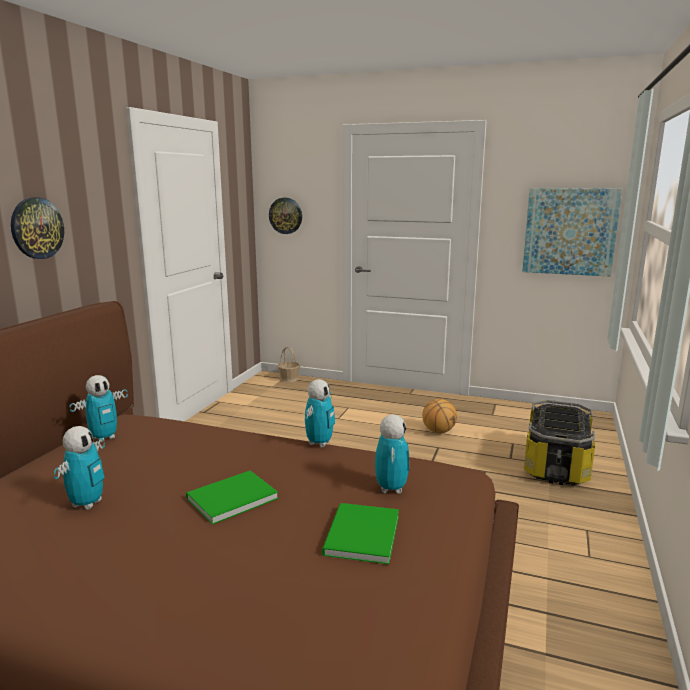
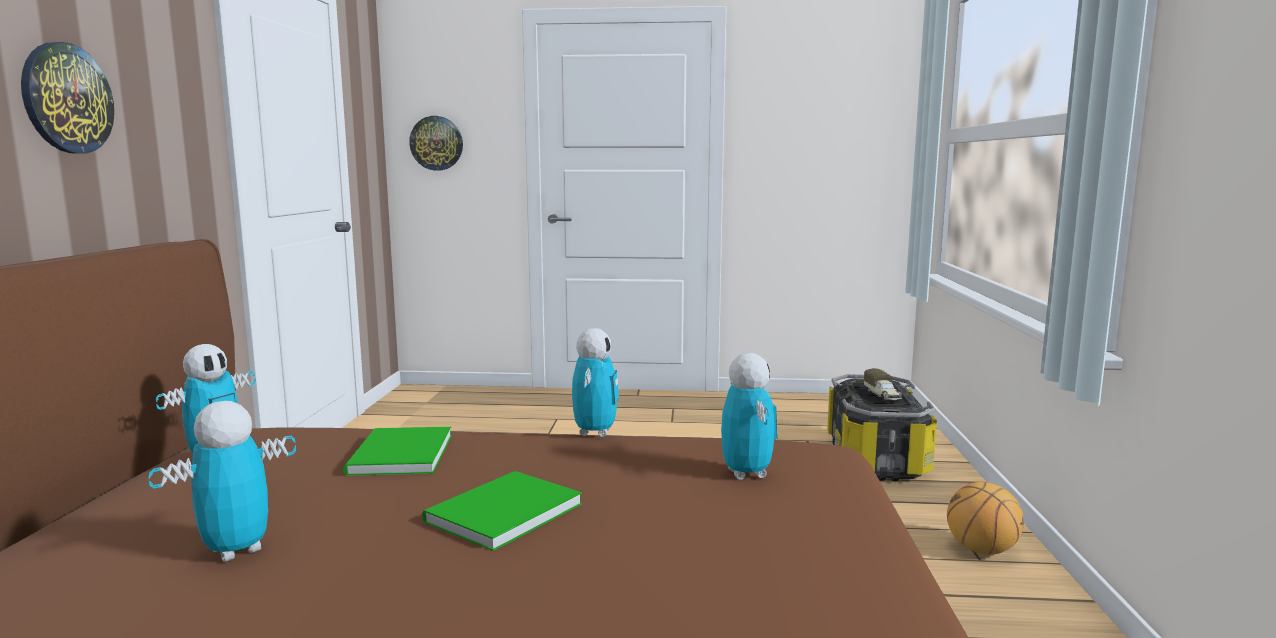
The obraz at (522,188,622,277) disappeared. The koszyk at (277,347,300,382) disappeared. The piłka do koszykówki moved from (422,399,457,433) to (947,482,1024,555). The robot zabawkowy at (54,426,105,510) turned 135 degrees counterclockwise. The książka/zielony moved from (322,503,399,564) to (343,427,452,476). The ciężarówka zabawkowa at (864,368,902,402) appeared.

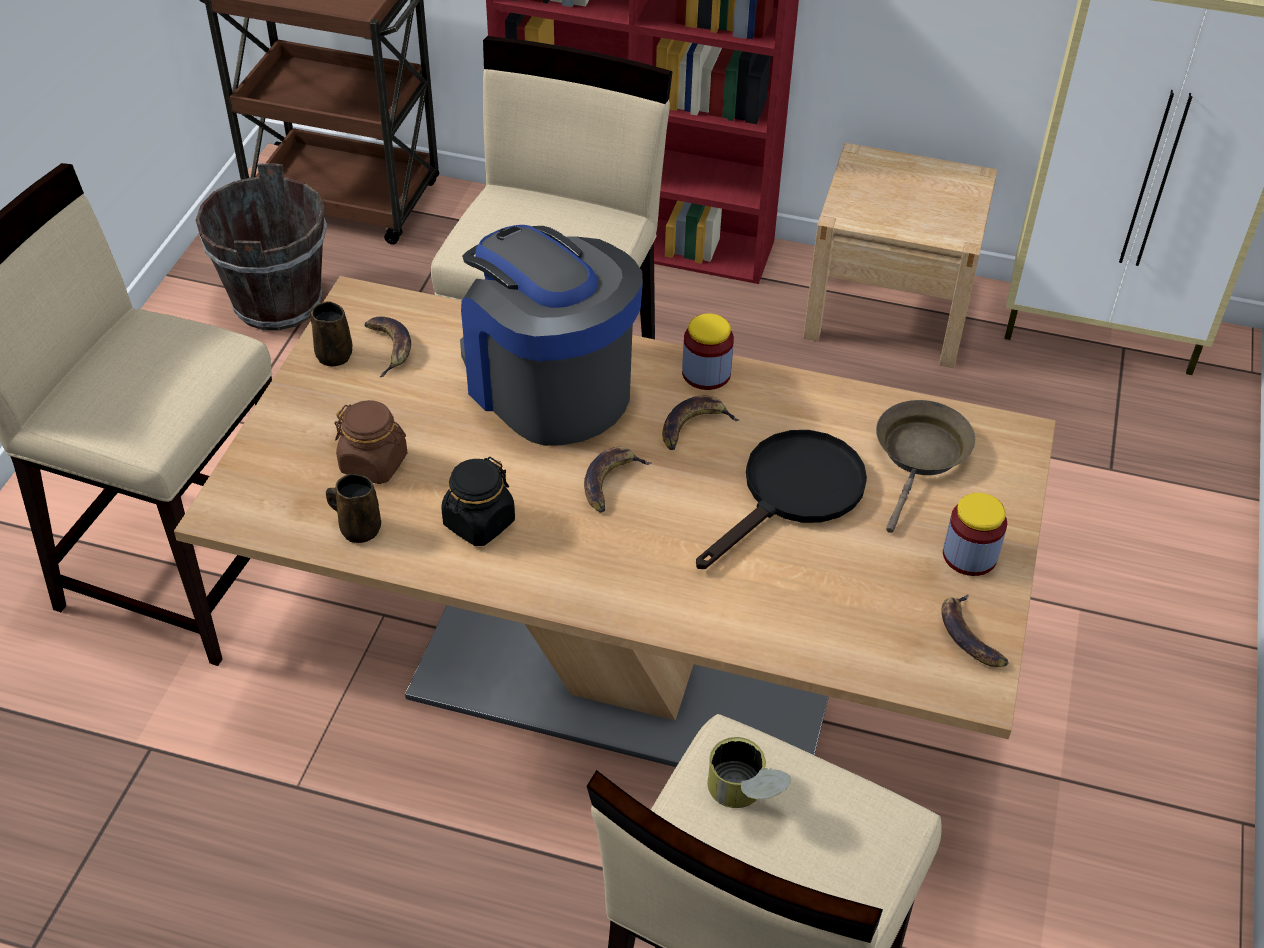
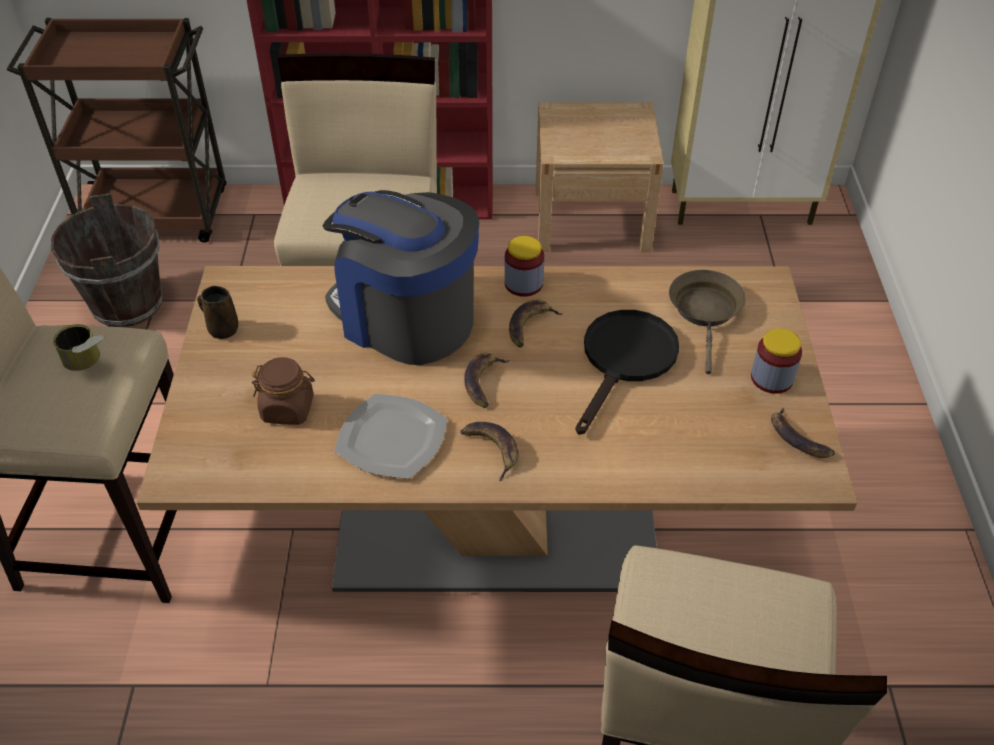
The banan moved from (364,317,411,377) to (460,422,519,481). The słoik/czarny at (441,457,515,546) was replaced by the talerz at (334,394,448,479). The kubek/brązowy at (326,474,381,543) disappeared. The puszka moved from (707,737,791,808) to (53,324,105,371).

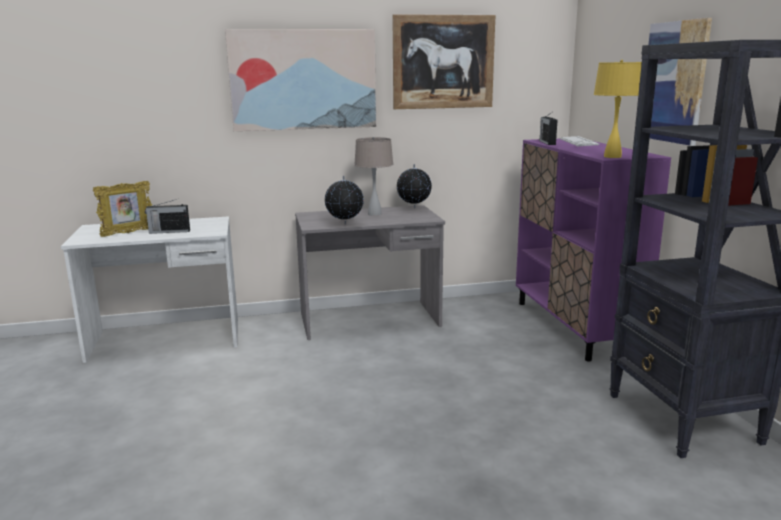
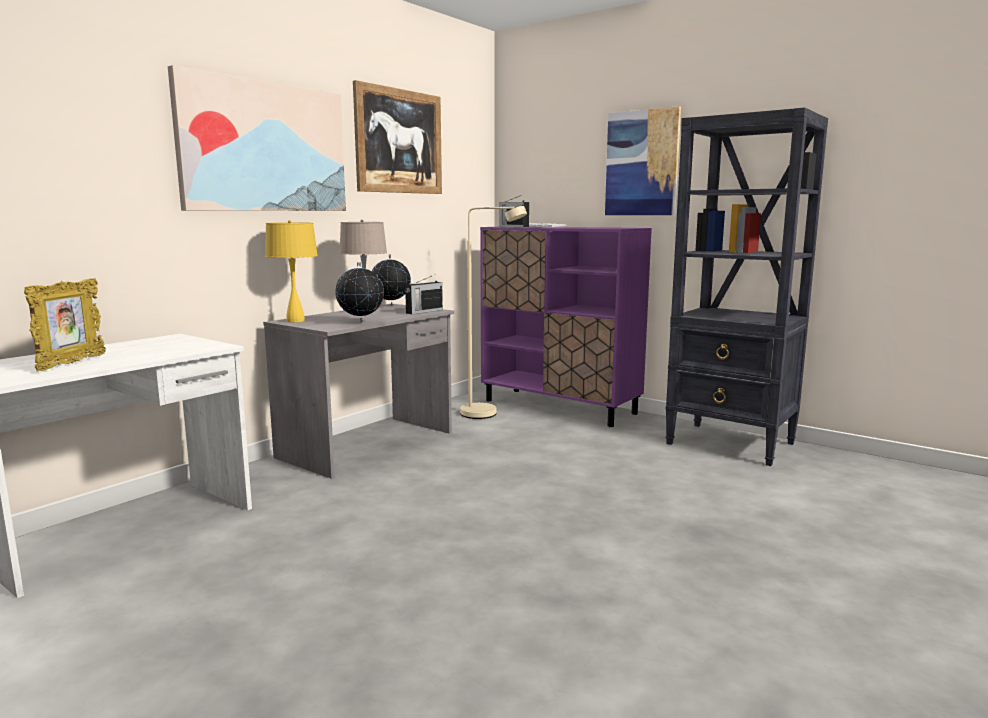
The lampa stołowa/żółty moved from (594,60,642,158) to (265,220,318,322). The radio moved from (145,199,190,234) to (405,276,443,314). The lampa stojąca/beżowy at (460,206,527,419) appeared.

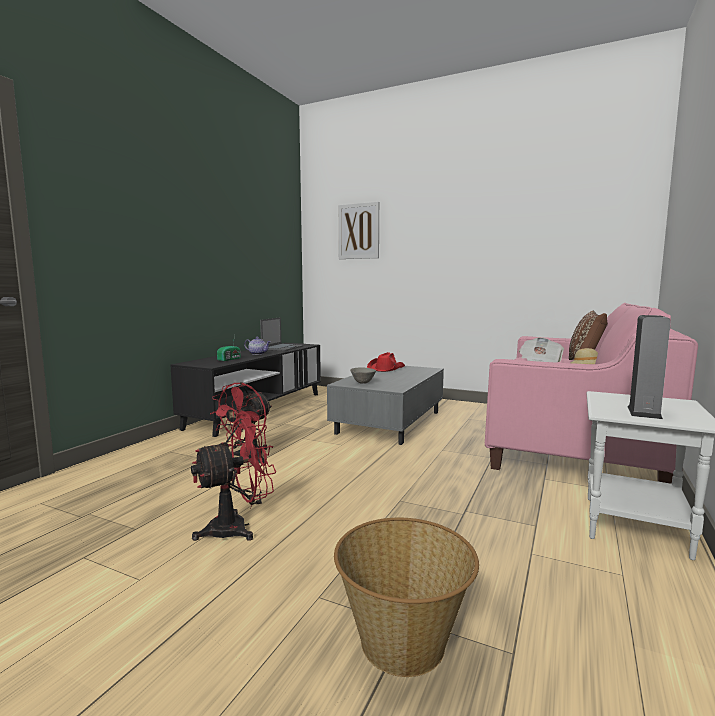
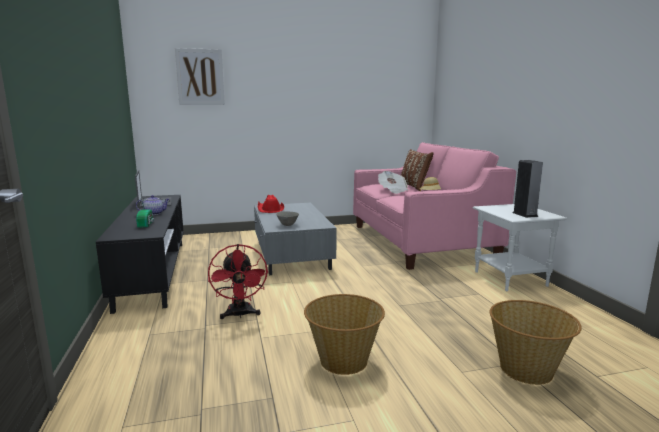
The wentylator/czerwony at (191,417,276,541) was replaced by the koszyk at (304,294,385,375).

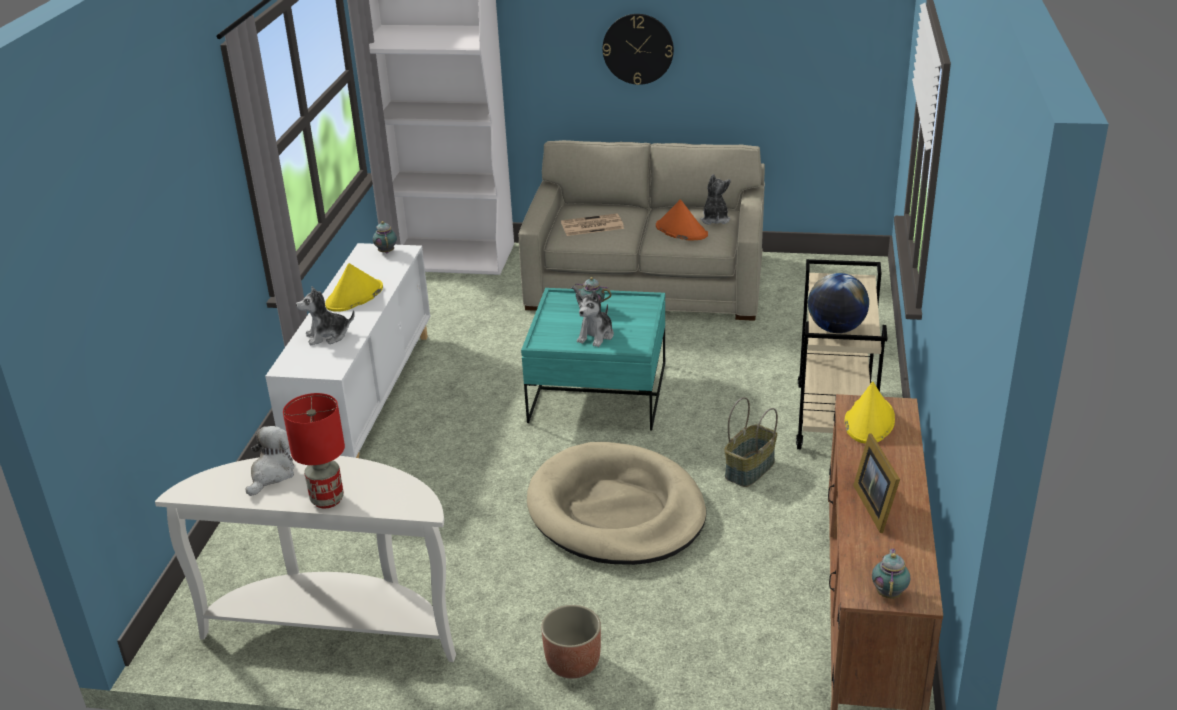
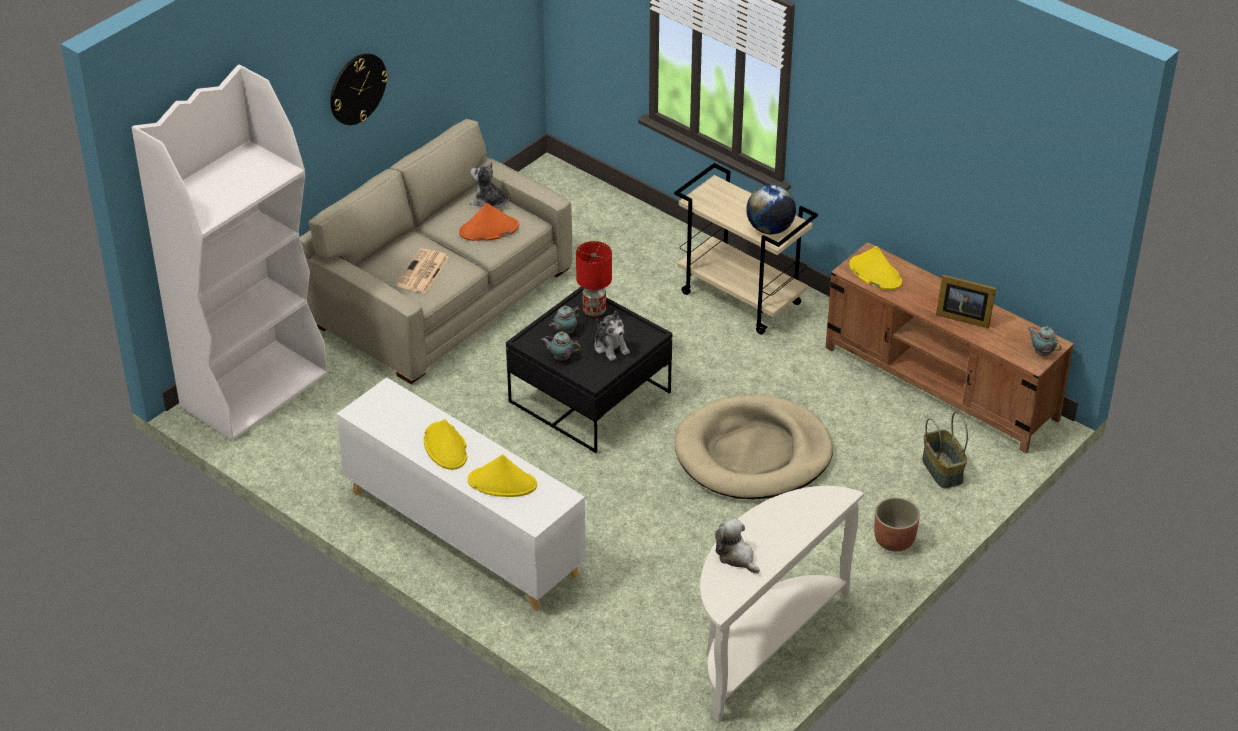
The imbryk moved from (373,221,397,253) to (541,332,581,361). The pluszak at (296,286,355,346) was replaced by the kapelusz/żółty at (468,454,537,497). The ława/turkusowy at (521,288,665,431) became the ława/czarny at (506,287,672,453). The lampa stołowa/czerwony moved from (283,393,345,508) to (576,241,612,317). The koszyk moved from (724,397,778,487) to (922,412,968,488).

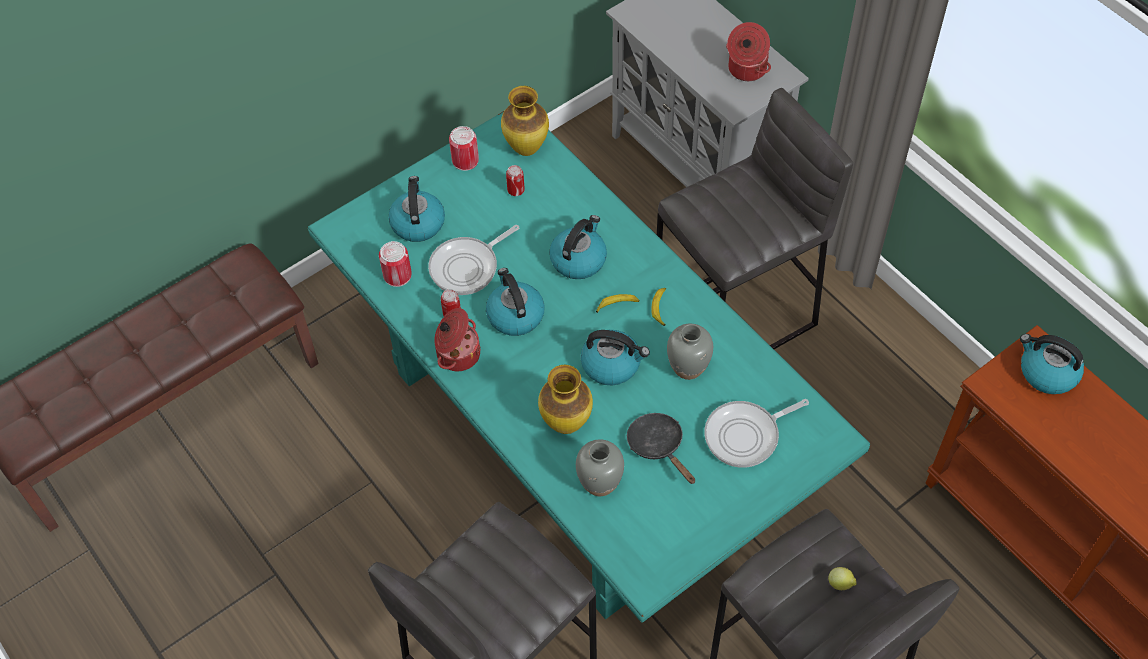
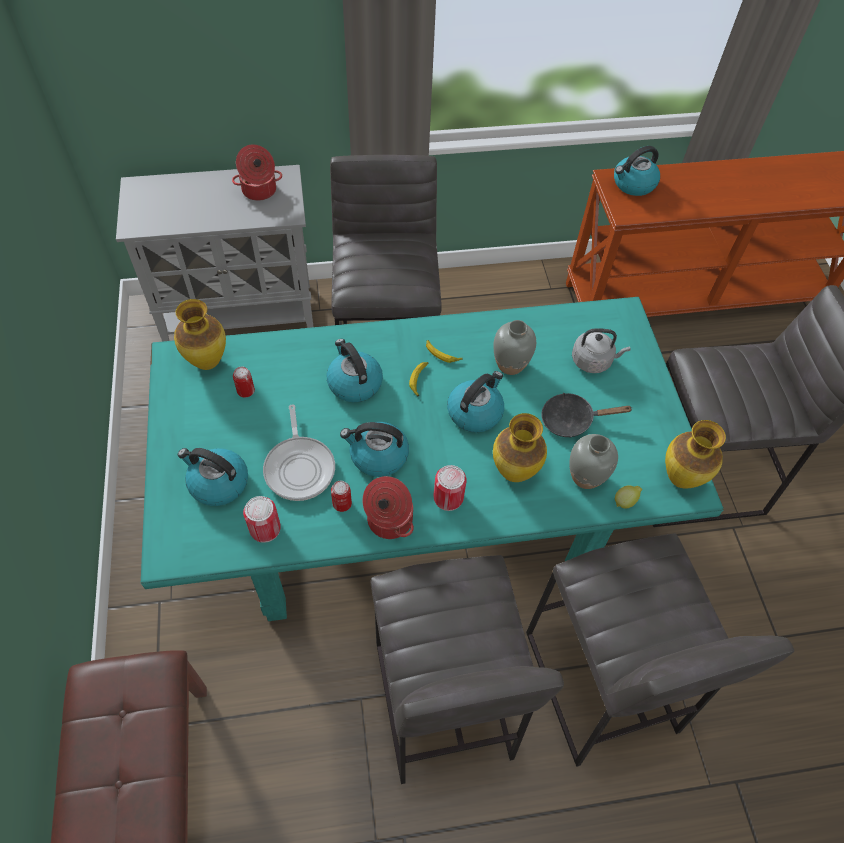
The puszka moved from (449,126,479,171) to (433,465,467,511). The patelnia at (704,399,809,468) was replaced by the czajnik/szary at (572,328,631,373). The cytryna moved from (828,567,857,590) to (615,485,642,508). The wazon at (665,420,726,489) appeared. The stołek/szary at (371,555,564,784) appeared.

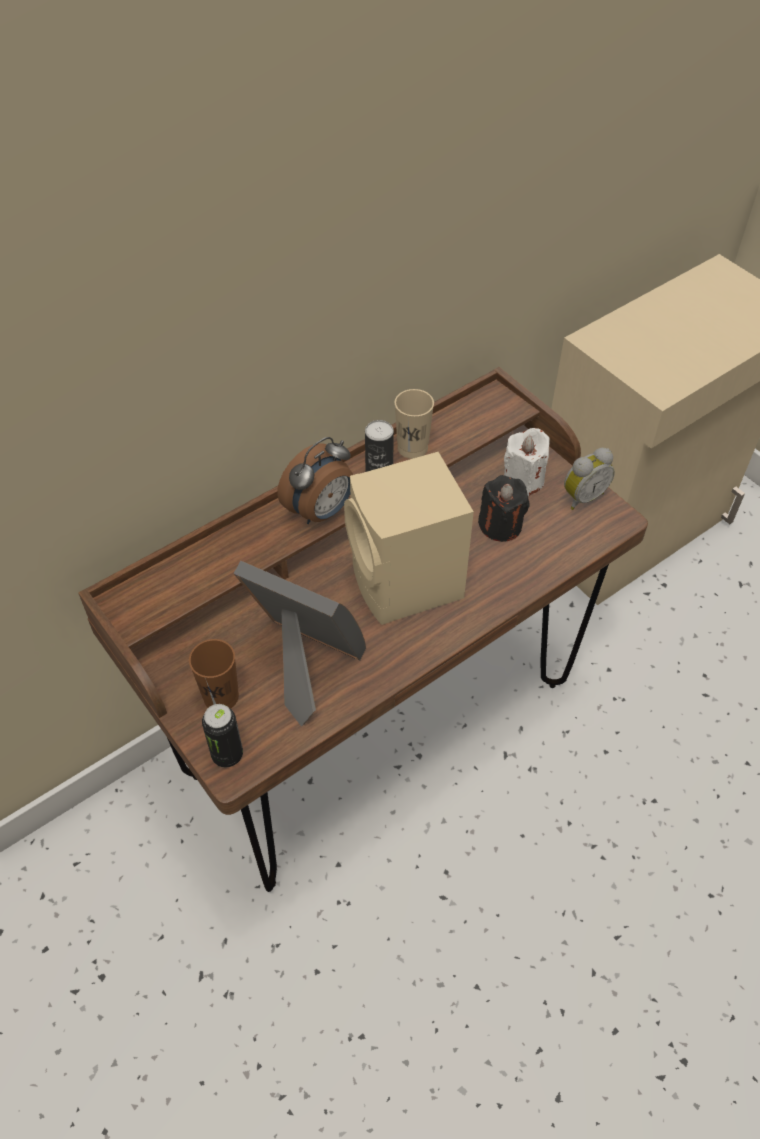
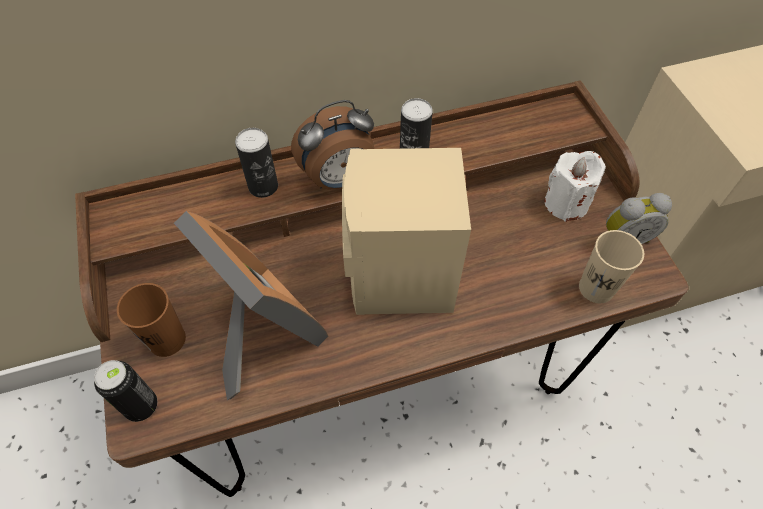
The filiżanka/beżowy moved from (395,389,434,459) to (579,230,644,303). The świeca/czarny at (478,475,529,542) disappeared. The puszka at (235,128,278,198) appeared.

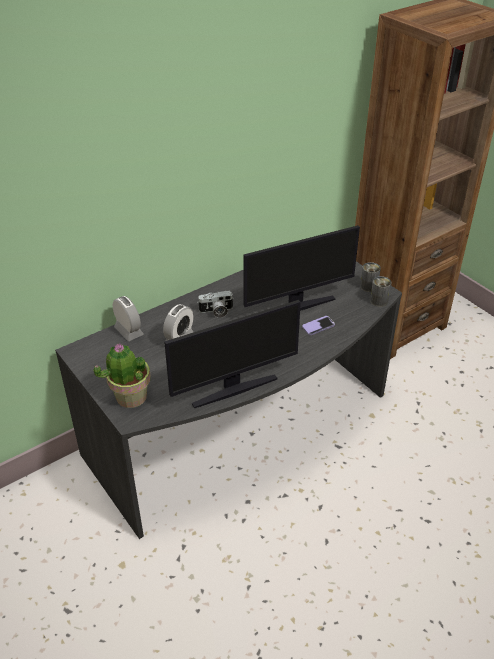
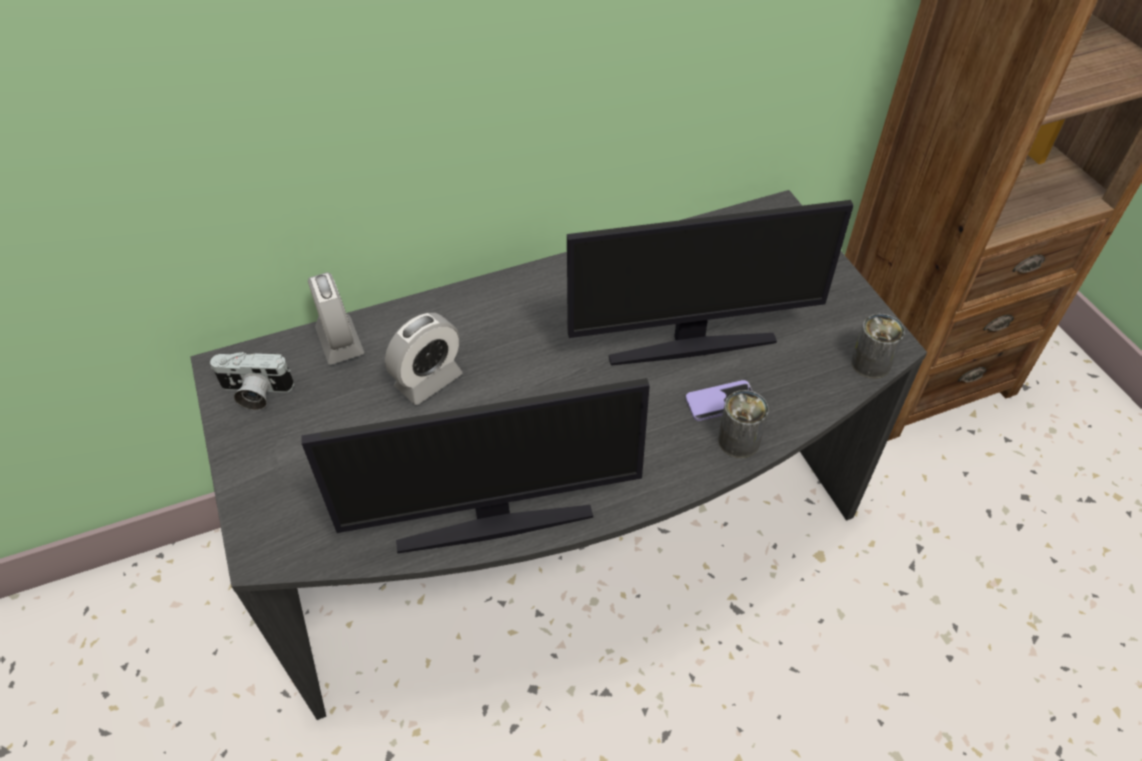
The puszka moved from (360,262,381,292) to (718,390,769,458). The aparat fotograficzny moved from (197,290,234,318) to (210,352,294,410). The roślina doniczkowa at (94,343,151,408) disappeared.

